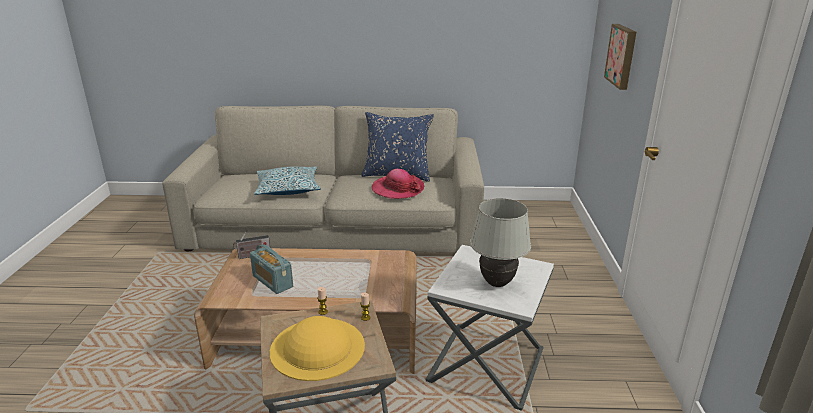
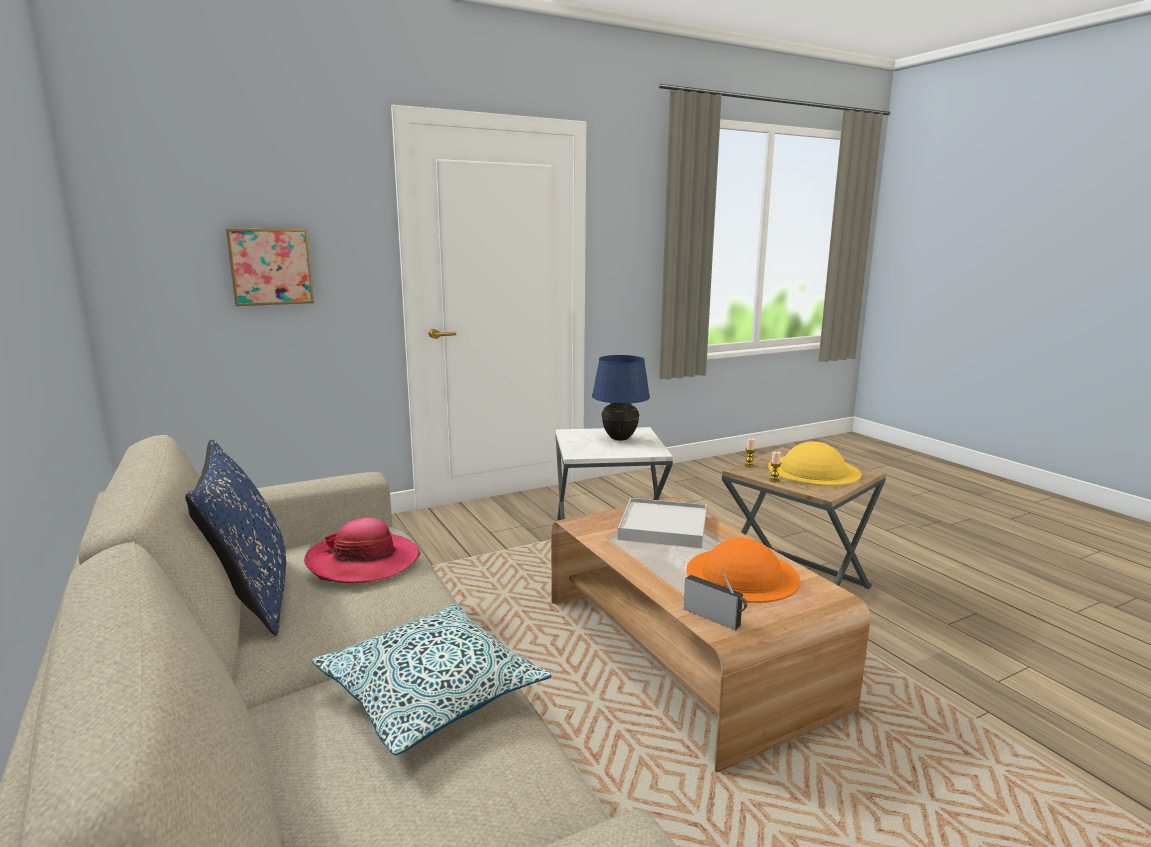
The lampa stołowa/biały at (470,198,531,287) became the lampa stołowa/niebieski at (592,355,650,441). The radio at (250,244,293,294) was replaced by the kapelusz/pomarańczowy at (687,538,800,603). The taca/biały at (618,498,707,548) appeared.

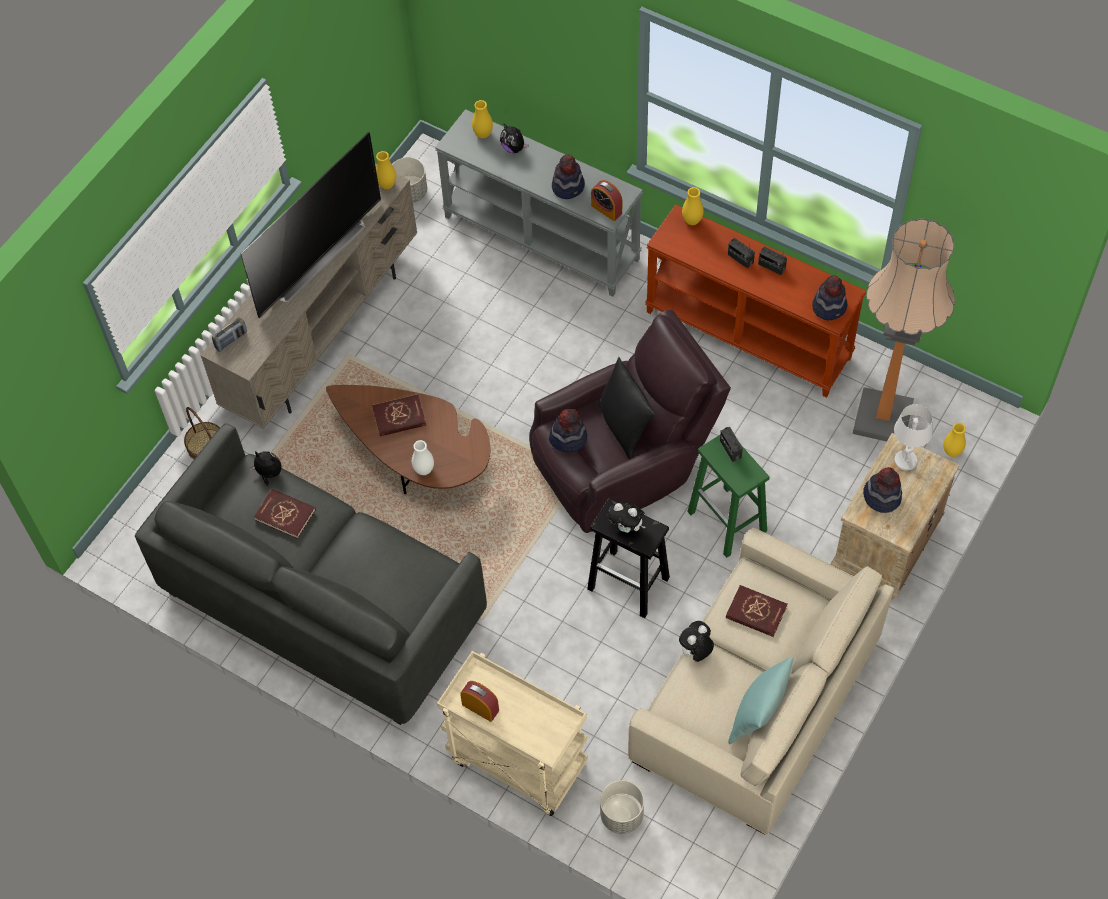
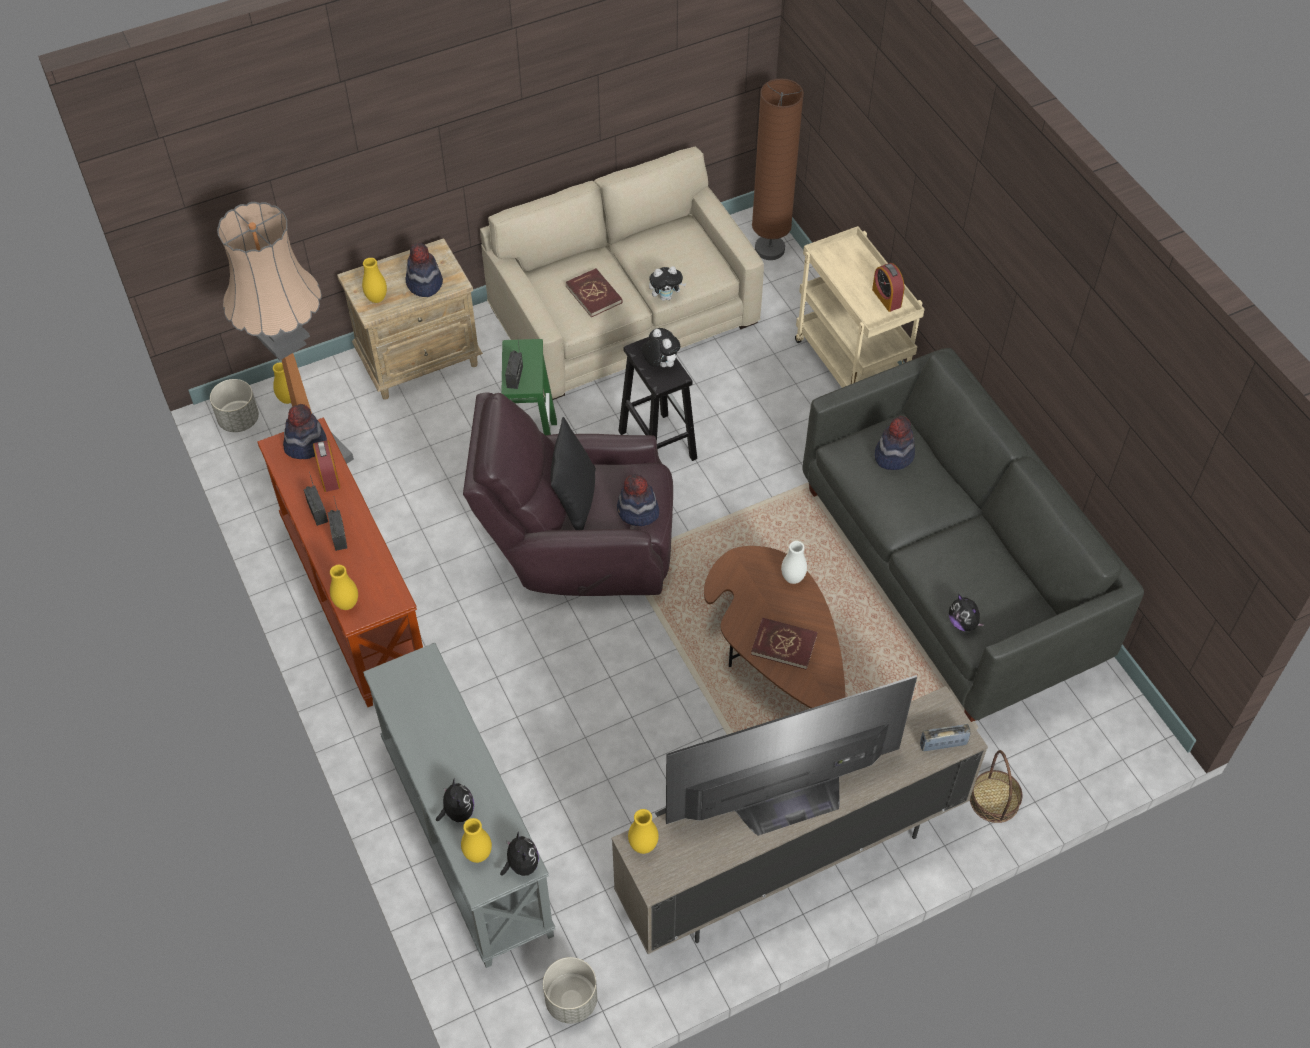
The kapelusz moved from (552,154,585,199) to (875,416,915,470). The budzik moved from (591,180,622,221) to (313,440,340,492). The lampa stołowa/biały at (894,404,933,471) was replaced by the wazon/żółty at (362,258,387,303). The książka/czerwony at (254,489,316,539) disappeared. The poduszka/turkusowy at (728,656,794,744) disappeared. The donica/szary moved from (600,780,644,834) to (210,379,259,432). The lampa stojąca/brązowy at (752,78,804,260) appeared. The pluszak at (500,831,539,876) appeared.

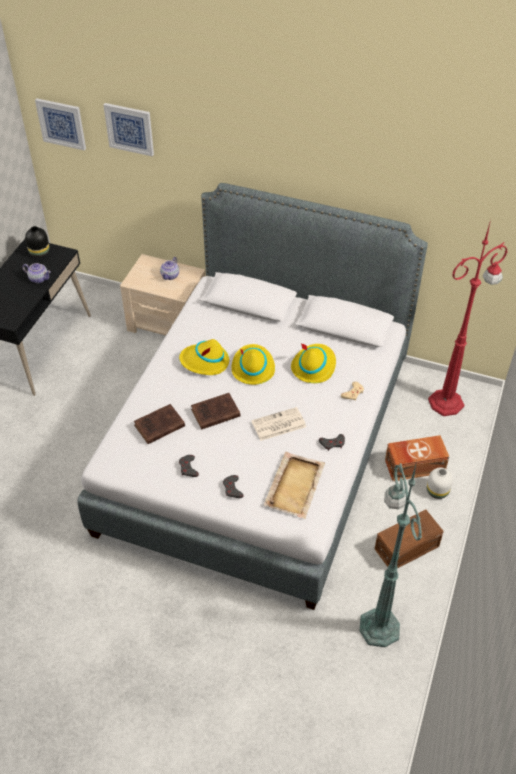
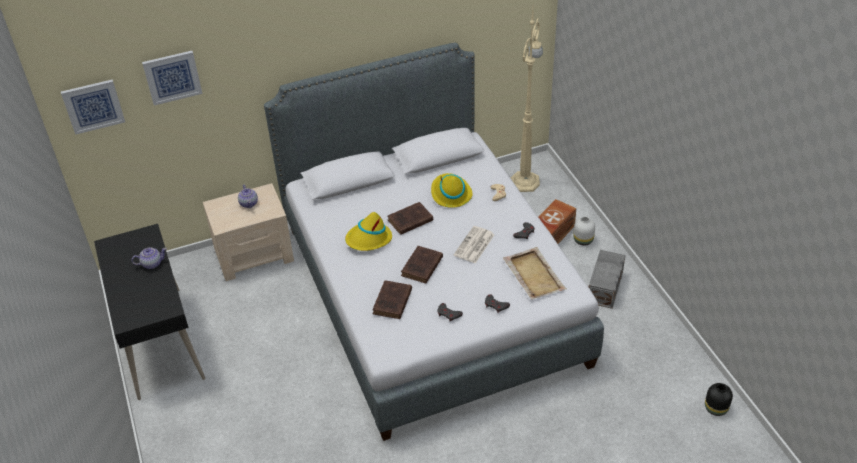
The lampa stojąca/czerwony at (428,220,508,416) became the lampa stojąca/beżowy at (511,9,543,192). The wazon/czarny moved from (25,226,50,257) to (705,383,733,416). The kapelusz/żółty at (231,344,275,385) was replaced by the książka/brązowy at (388,202,433,235). The lampa stojąca/zielony at (359,461,422,647) disappeared. The pojemnik do przechowywania/brązowy at (375,510,444,568) became the pojemnik do przechowywania/szary at (589,250,625,309).

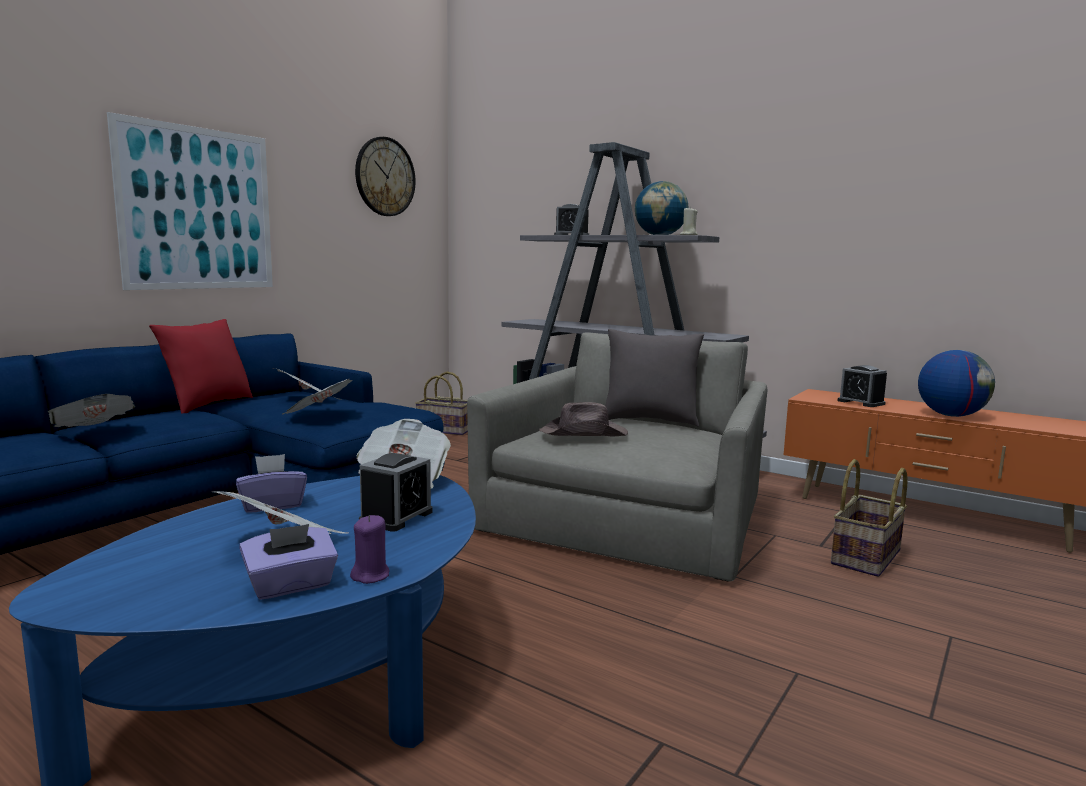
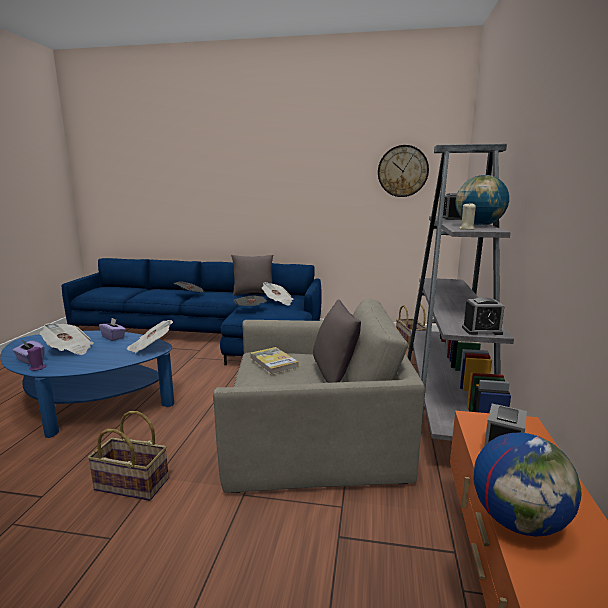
The obraz at (107,112,273,290) disappeared. The poduszka/czerwony at (149,319,253,413) became the poduszka/szary at (231,255,273,295). The kapelusz/brązowy at (539,402,628,437) was replaced by the książka at (250,347,299,375). The budzik moved from (359,453,433,532) to (462,297,504,335). The koszyk moved from (831,459,908,577) to (87,411,169,501).

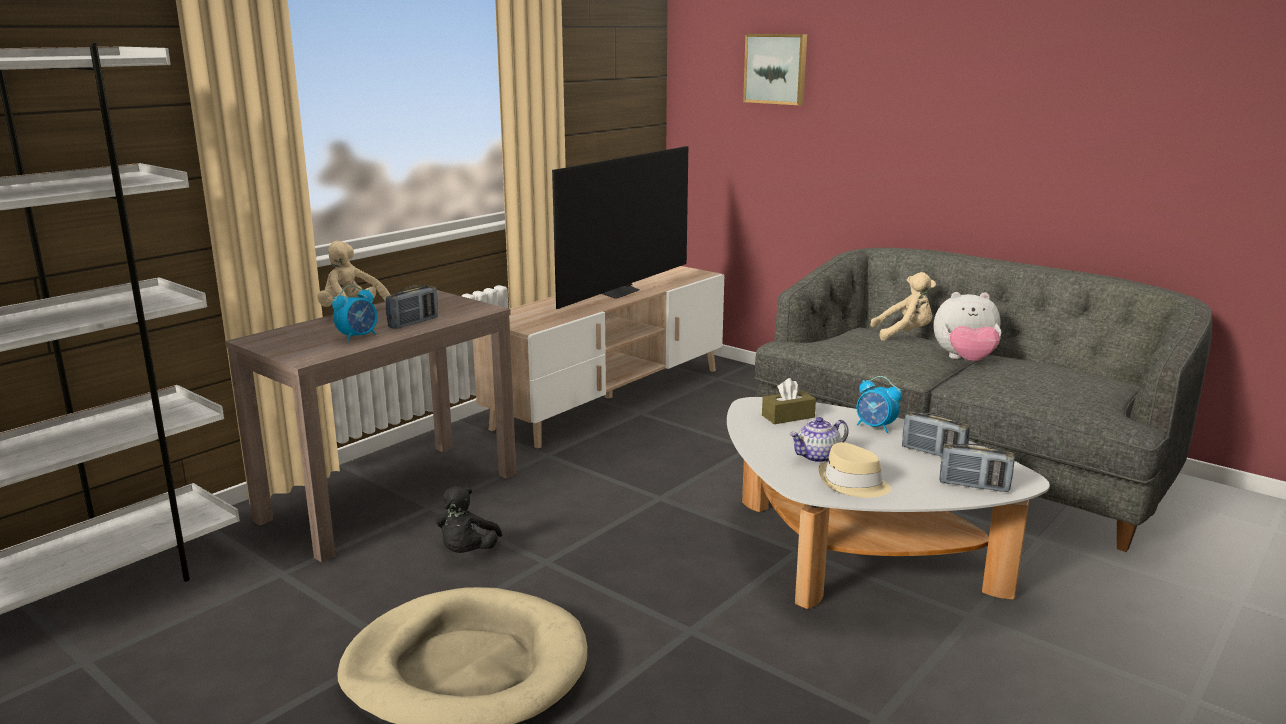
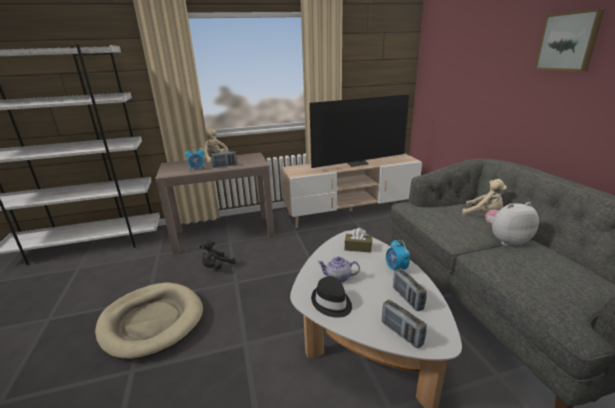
The obraz moved from (743,34,807,105) to (535,8,605,71). The pluszak at (934,292,1002,361) turned 135 degrees clockwise. The kapelusz/beżowy at (819,442,891,498) became the kapelusz/czarny at (311,276,352,318).

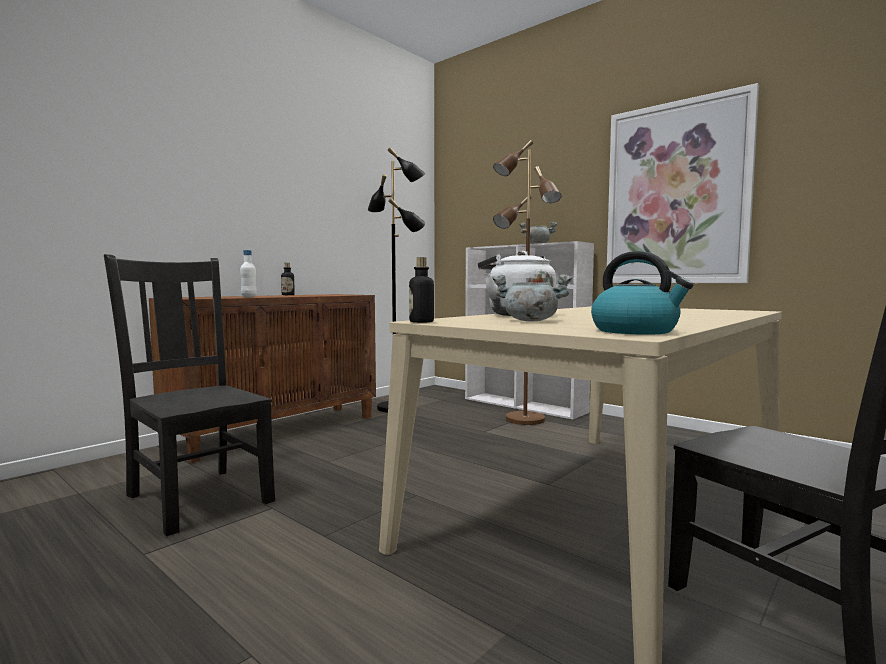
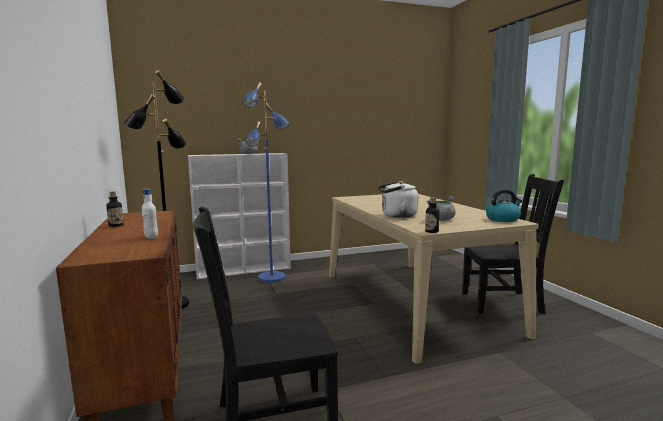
The obraz at (607,83,759,283) disappeared. The lampa stojąca/brązowy at (493,140,561,425) became the lampa stojąca/niebieski at (242,82,290,283).

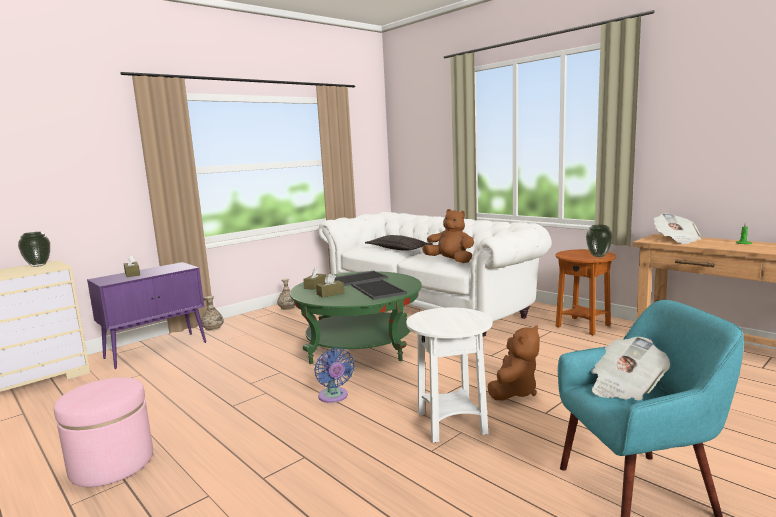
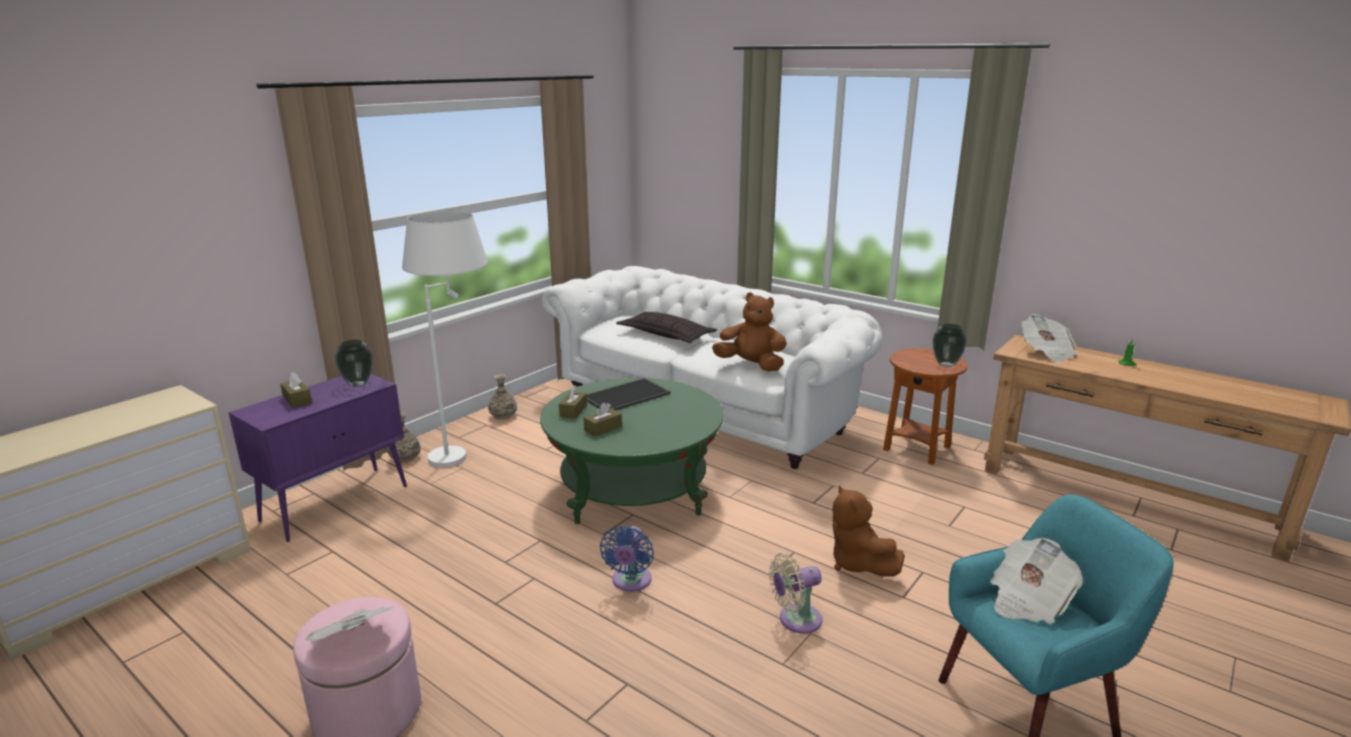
The wazon moved from (18,232,50,267) to (335,340,373,387). The taca at (352,279,407,300) disappeared. The stolik/biały at (406,307,493,443) was replaced by the wentylator/beżowy at (769,553,822,634). The pluszak/brązowy at (488,325,540,401) turned 135 degrees clockwise. The wentylator/niebieski at (314,348,354,403) turned 45 degrees clockwise. The lampa stojąca/biały at (402,211,488,467) appeared. The gazeta at (305,606,394,641) appeared.

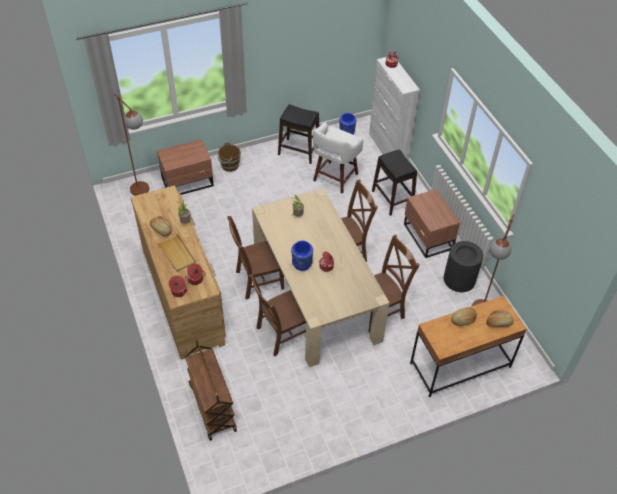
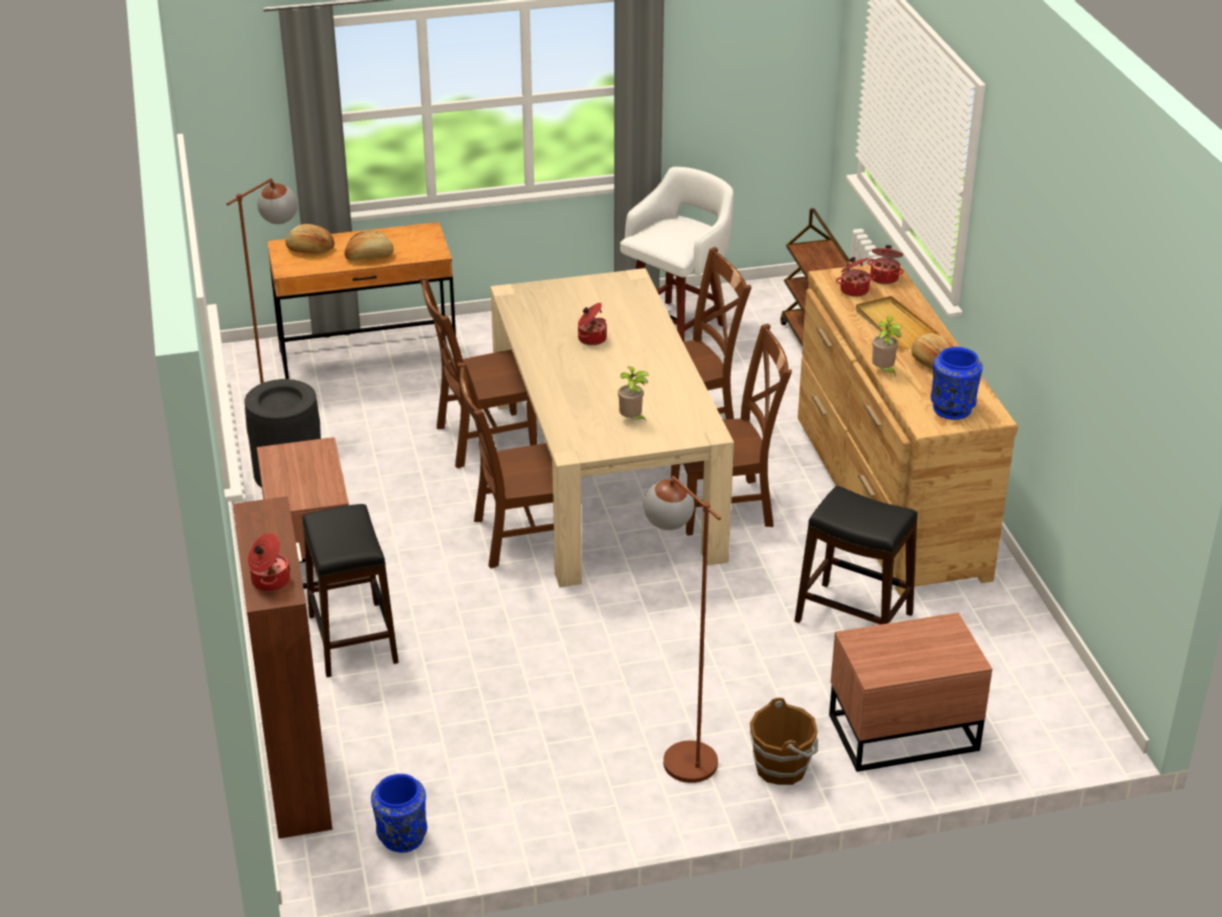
The szafka/biały at (369,55,420,161) became the szafka/brązowy at (233,496,333,839). The lampa stojąca/brązowy moved from (114,94,149,196) to (643,476,721,783). The stołek/czarny moved from (278,104,319,164) to (794,486,918,625). The stołek/biały moved from (313,122,363,194) to (620,167,734,342). The wazon/niebieski moved from (291,241,313,271) to (931,347,983,420).

